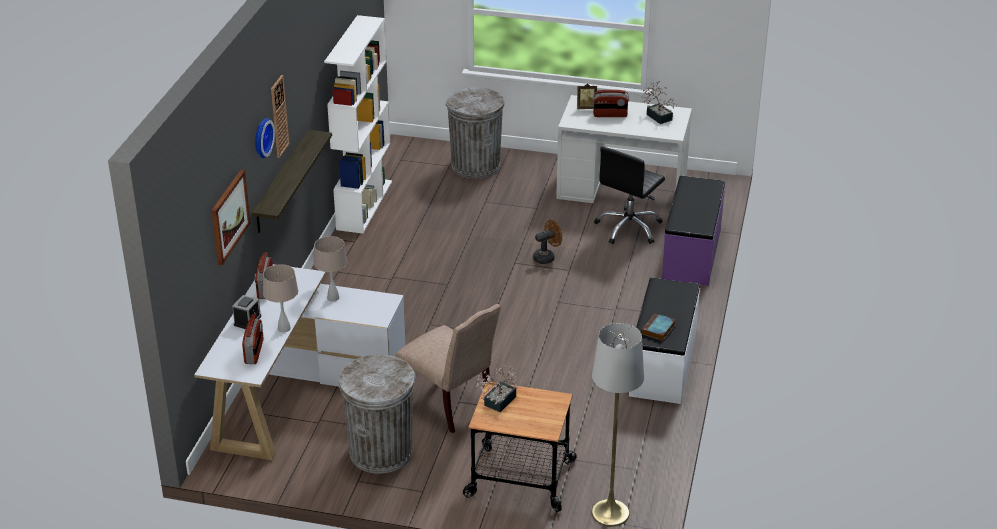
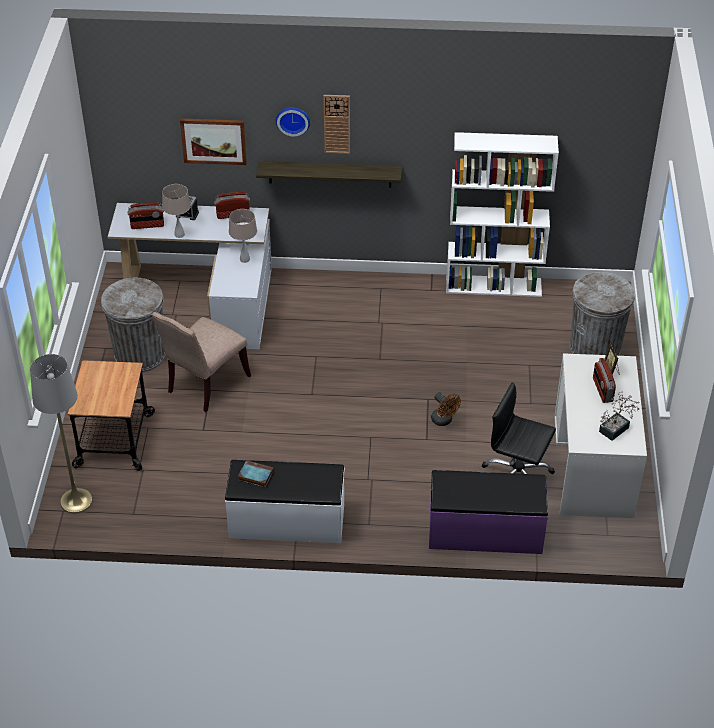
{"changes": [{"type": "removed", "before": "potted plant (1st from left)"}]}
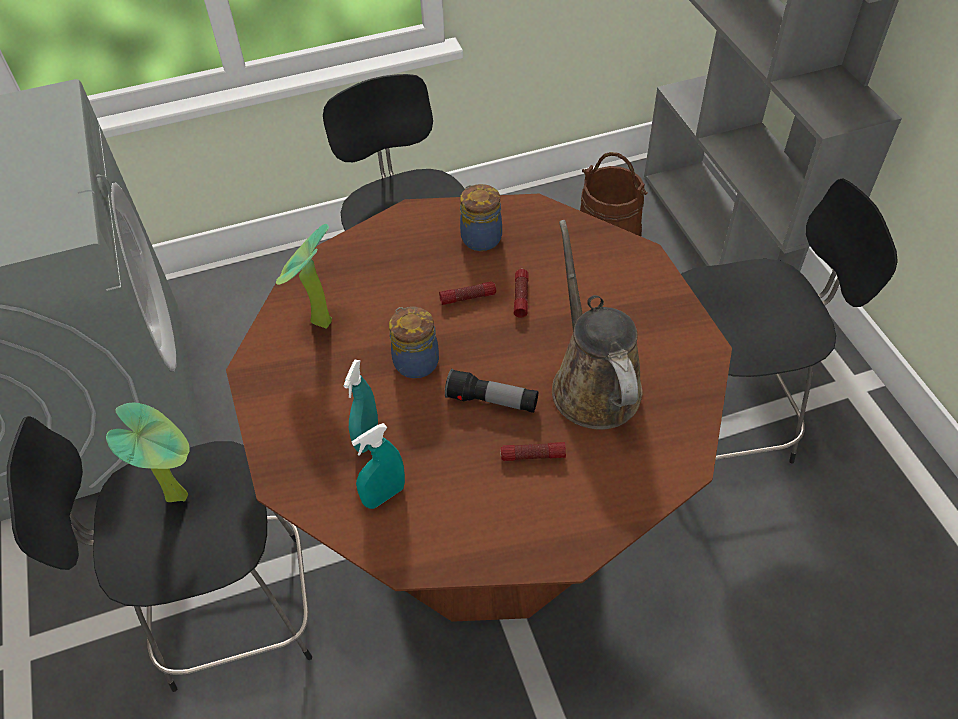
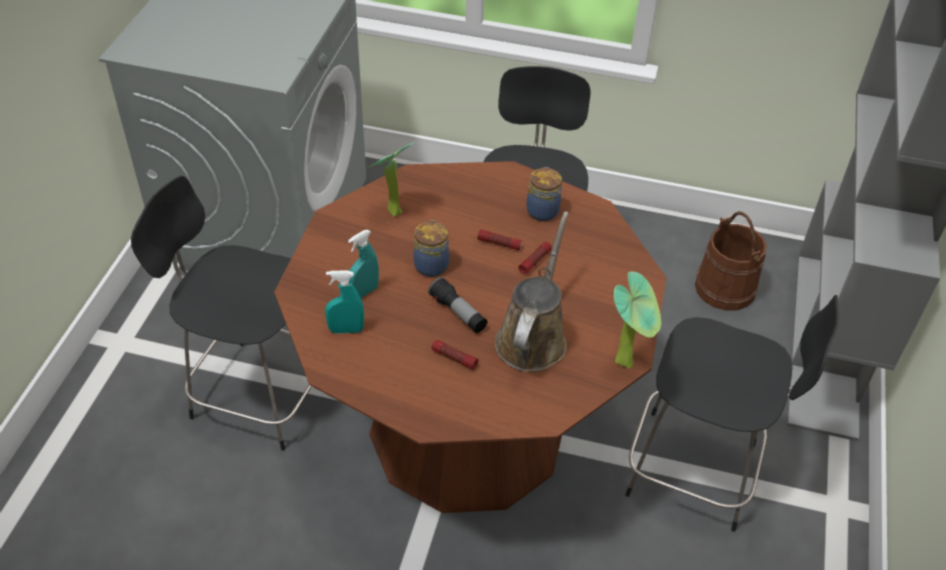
{"changes": [{"type": "moved", "before": "potted plant (1st from left in the first image)", "after": "potted plant (2nd from left)"}]}
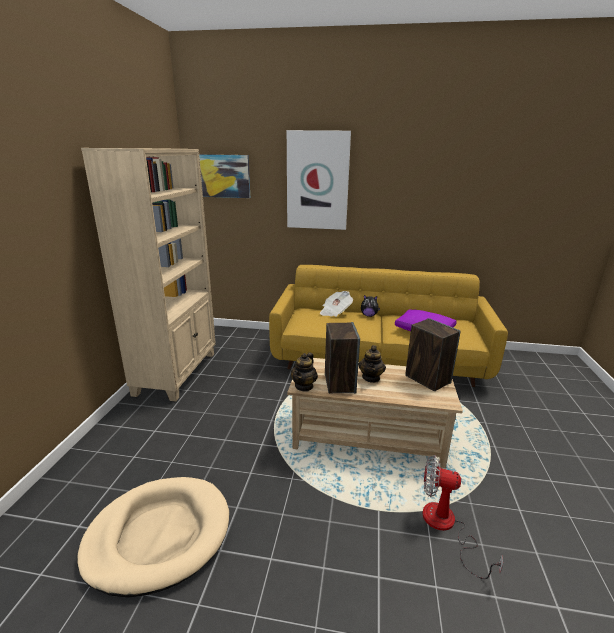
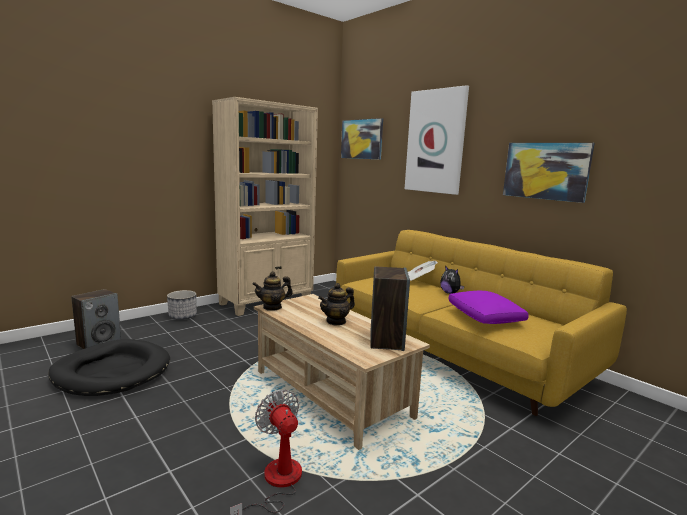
{"changes": [{"type": "recoloured", "before": "dog bed in beige", "after": "dog bed in black"}, {"type": "moved", "before": "speaker (1st from left)"}, {"type": "added", "after": "planter"}, {"type": "added", "after": "picture (3rd from left)"}]}
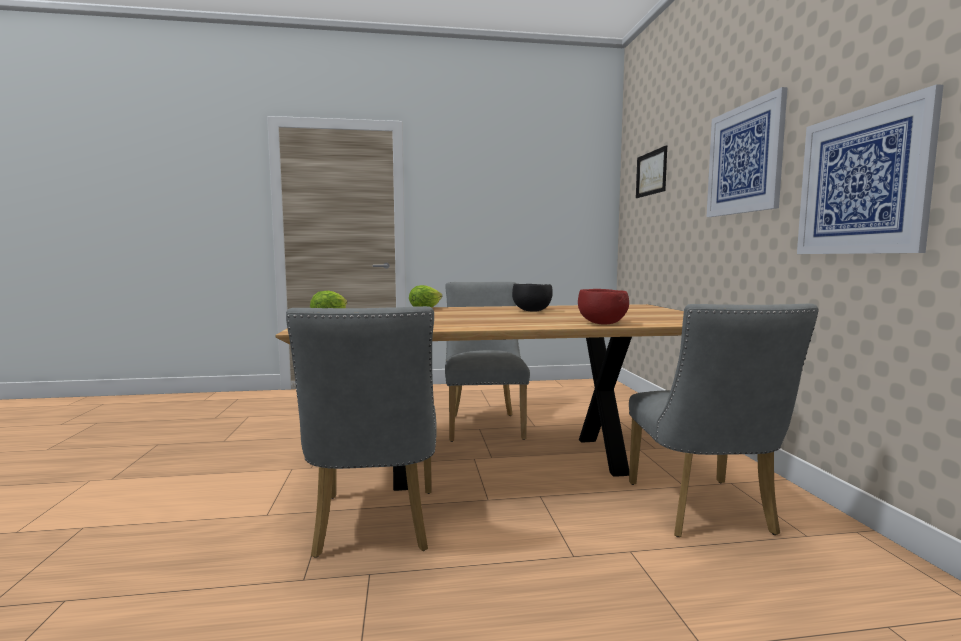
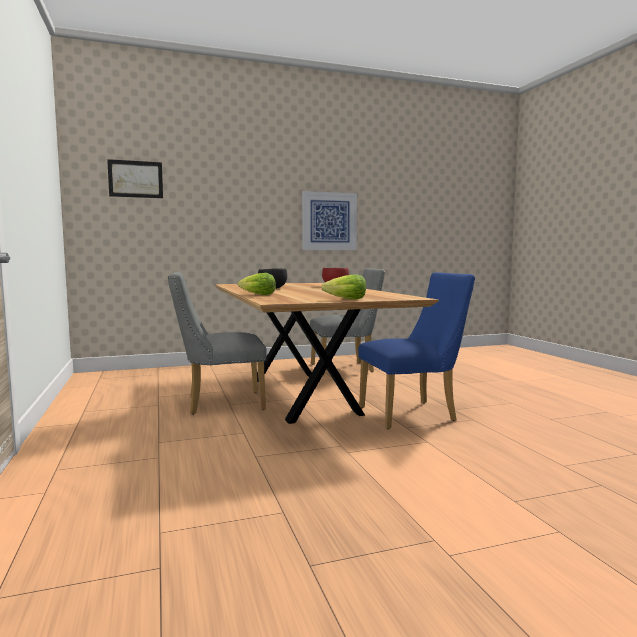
{"changes": [{"type": "recoloured", "before": "chair in grey (1st from left)", "after": "chair in blue"}, {"type": "removed", "before": "picture (2nd from left)"}]}
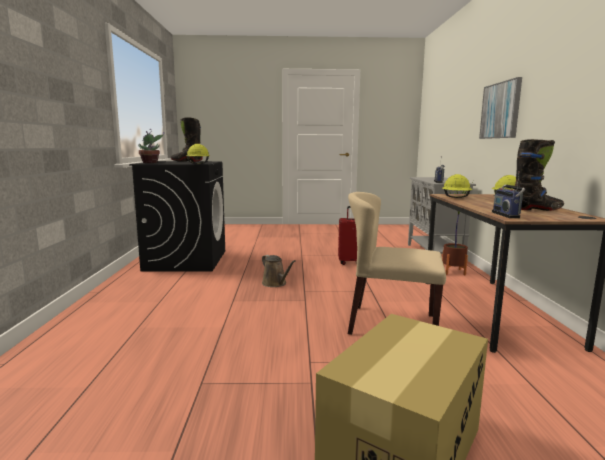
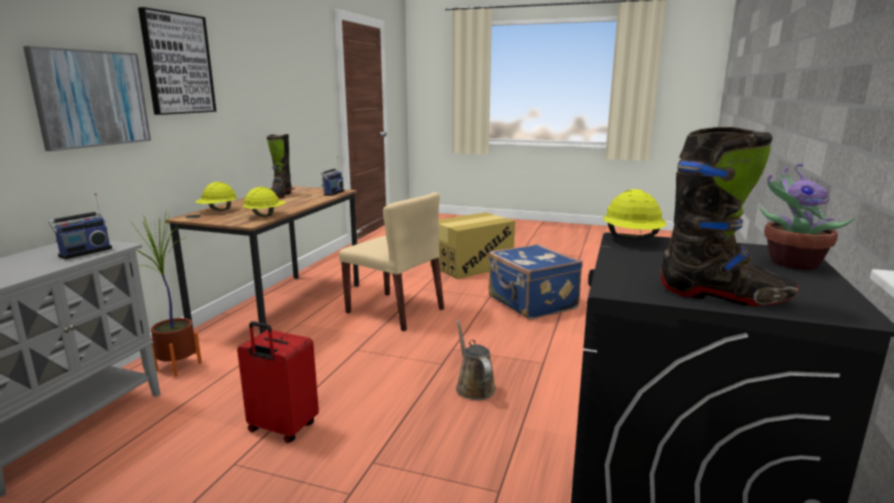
{"changes": [{"type": "added", "after": "picture (2nd from left)"}, {"type": "turned", "before": "boot in black (2nd from left in the first image)", "turn": -105}, {"type": "added", "after": "suitcase in blue"}]}
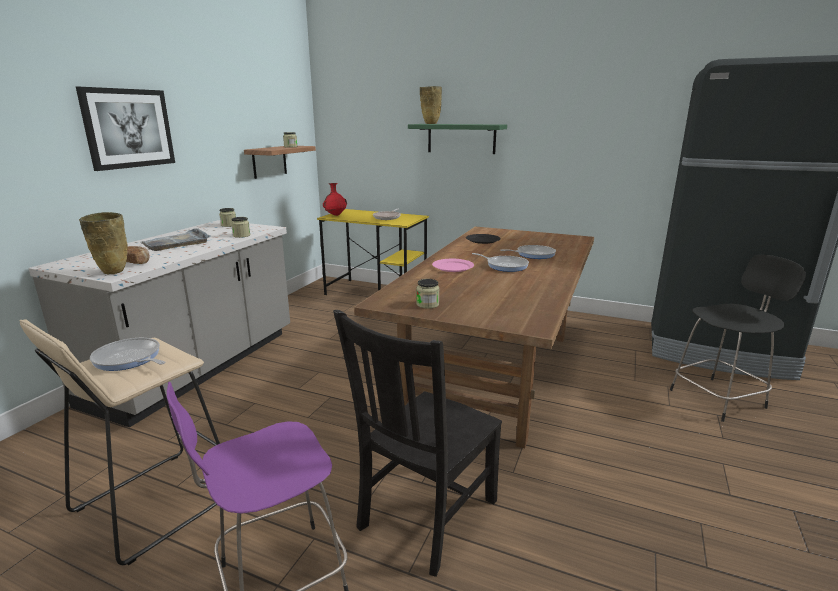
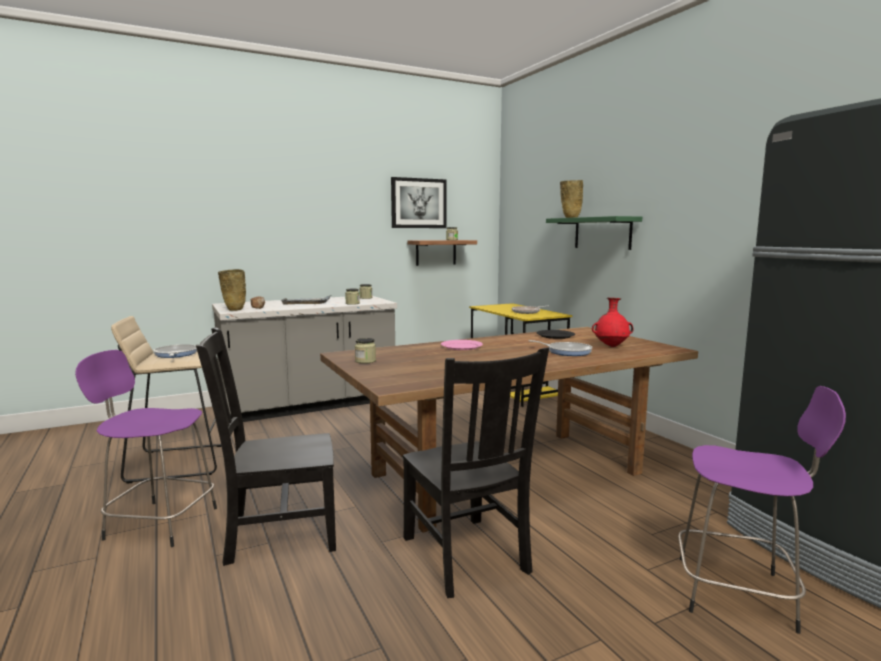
{"changes": [{"type": "moved", "before": "picture"}, {"type": "added", "after": "chair in black (2nd from left)"}, {"type": "moved", "before": "vase in red"}, {"type": "recoloured", "before": "stool in black", "after": "stool in purple (2nd from left)"}, {"type": "removed", "before": "frying pan (3rd from left)"}]}
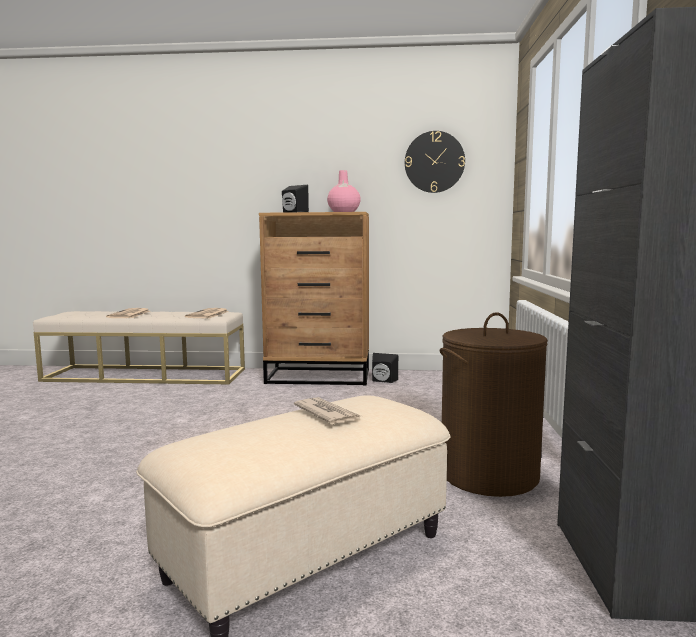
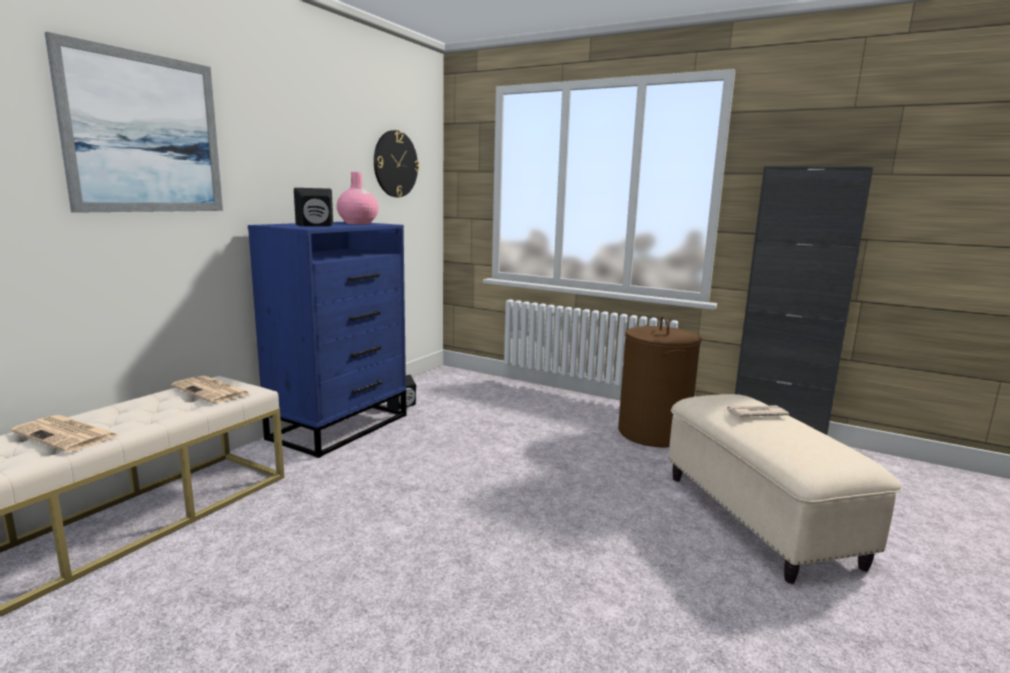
{"changes": [{"type": "added", "after": "picture"}, {"type": "recoloured", "before": "dresser in brown", "after": "dresser in blue"}]}
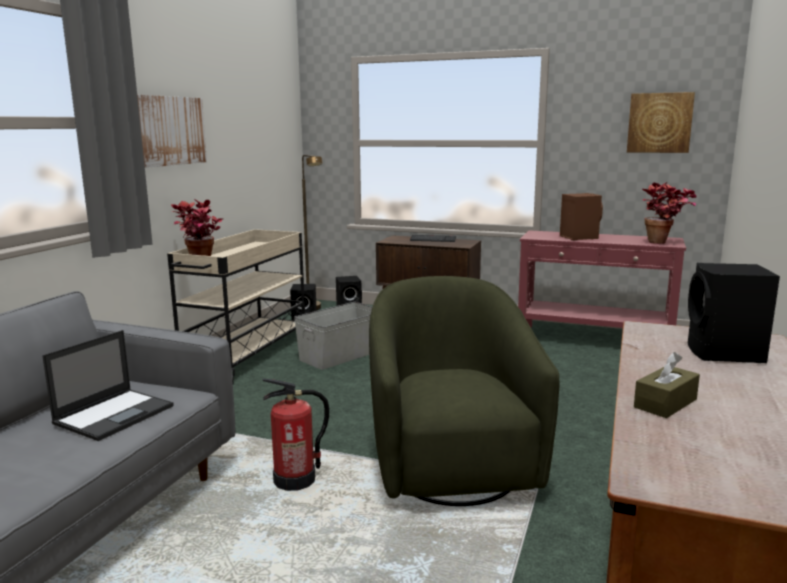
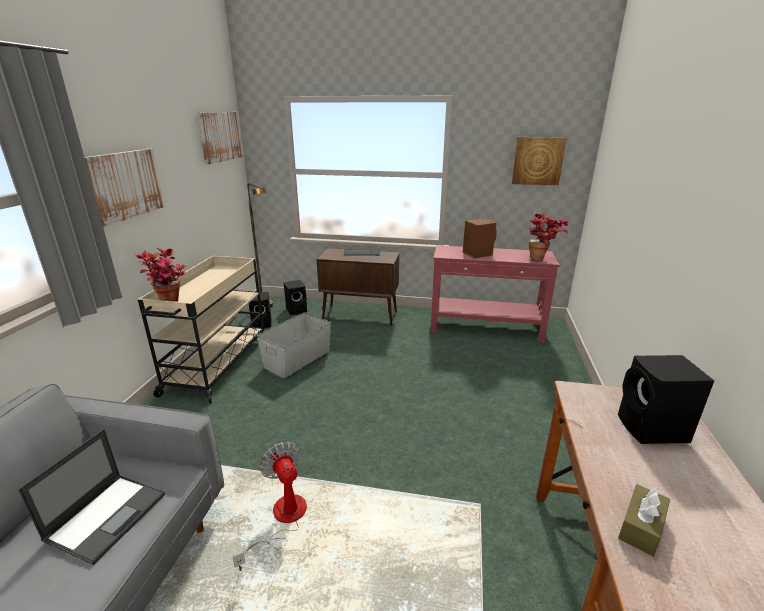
{"changes": [{"type": "added", "after": "picture (2nd from left)"}, {"type": "replaced", "before": "fire extinguisher", "after": "fan"}, {"type": "removed", "before": "armchair in green"}]}
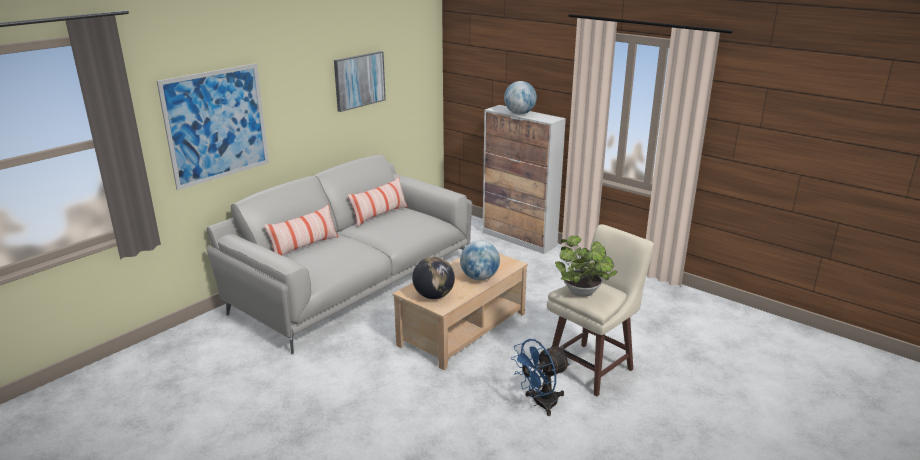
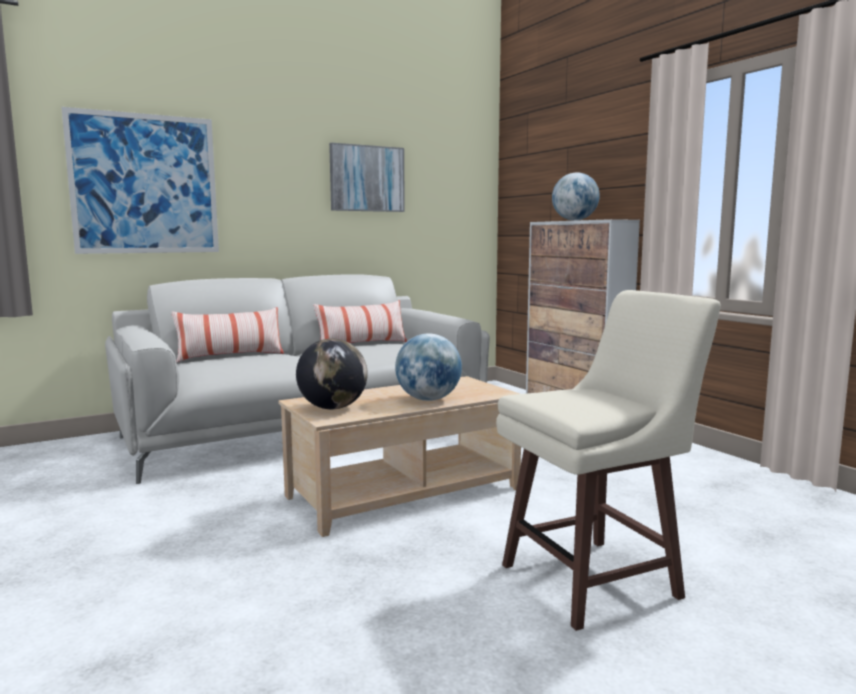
{"changes": [{"type": "removed", "before": "fan in blue"}, {"type": "removed", "before": "potted plant"}]}
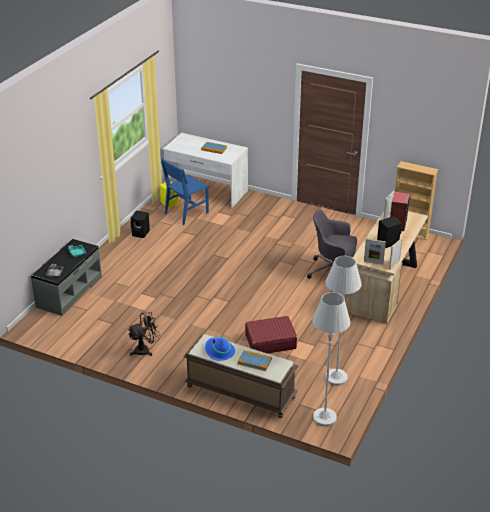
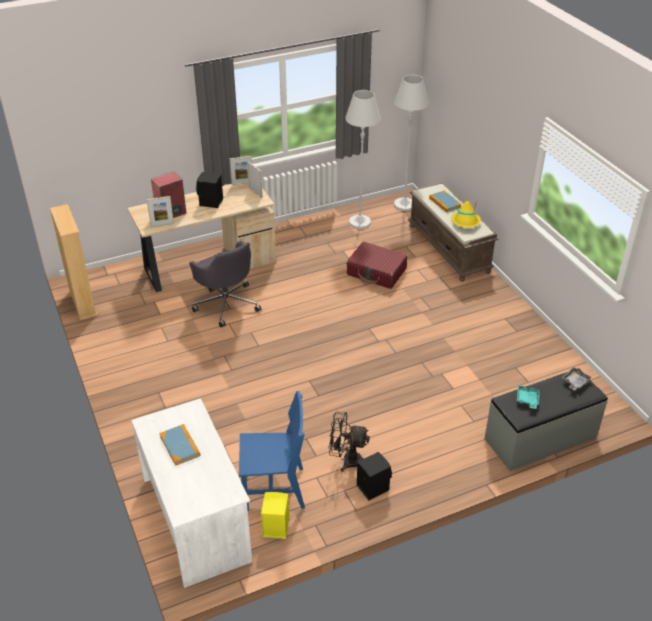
{"changes": [{"type": "moved", "before": "fan in black"}, {"type": "recoloured", "before": "hat in blue", "after": "hat in yellow"}]}
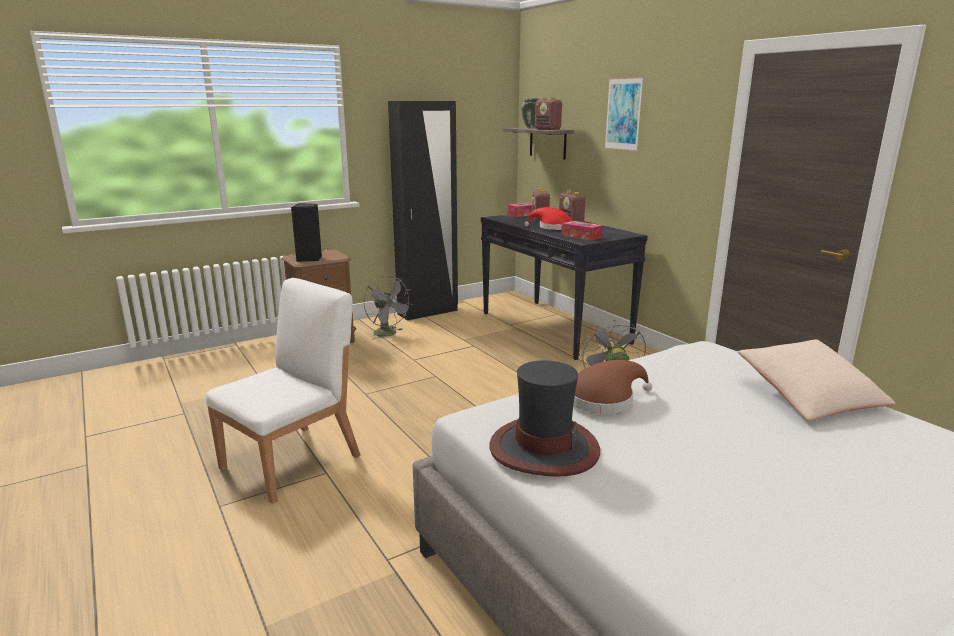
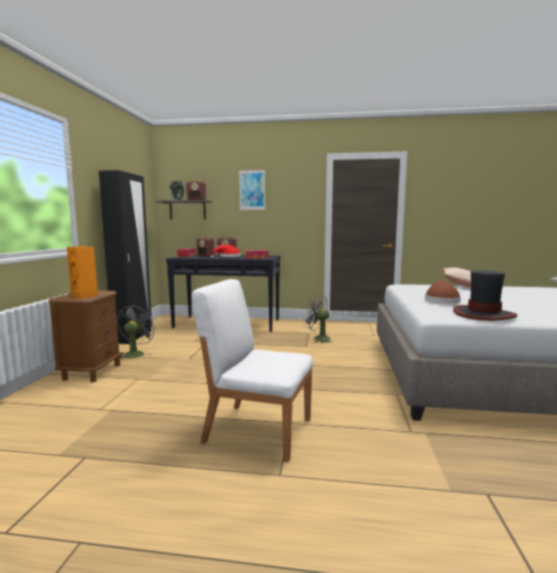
{"changes": [{"type": "recoloured", "before": "speaker in black", "after": "speaker in orange"}, {"type": "turned", "before": "fan in grey (1st from left)", "turn": -75}, {"type": "turned", "before": "chair in white", "turn": -60}]}
